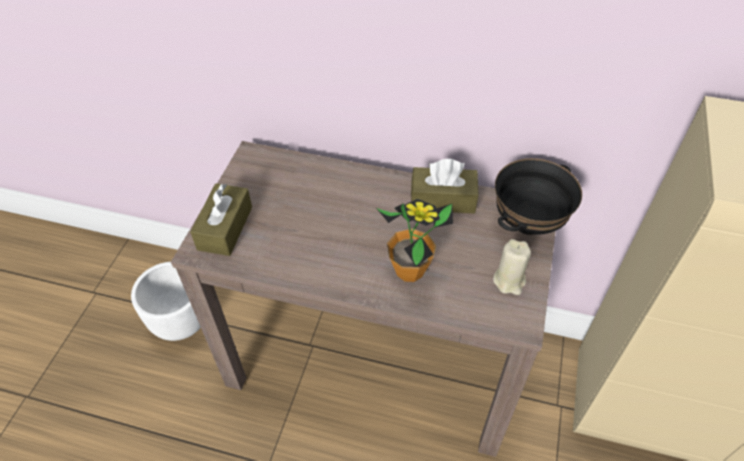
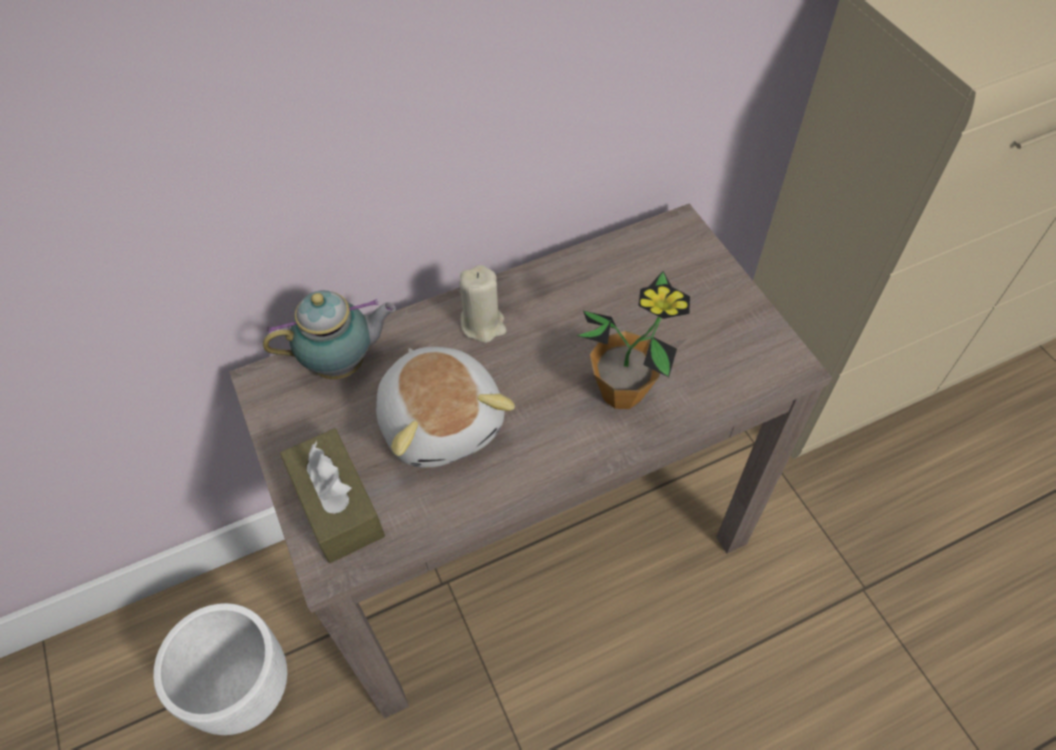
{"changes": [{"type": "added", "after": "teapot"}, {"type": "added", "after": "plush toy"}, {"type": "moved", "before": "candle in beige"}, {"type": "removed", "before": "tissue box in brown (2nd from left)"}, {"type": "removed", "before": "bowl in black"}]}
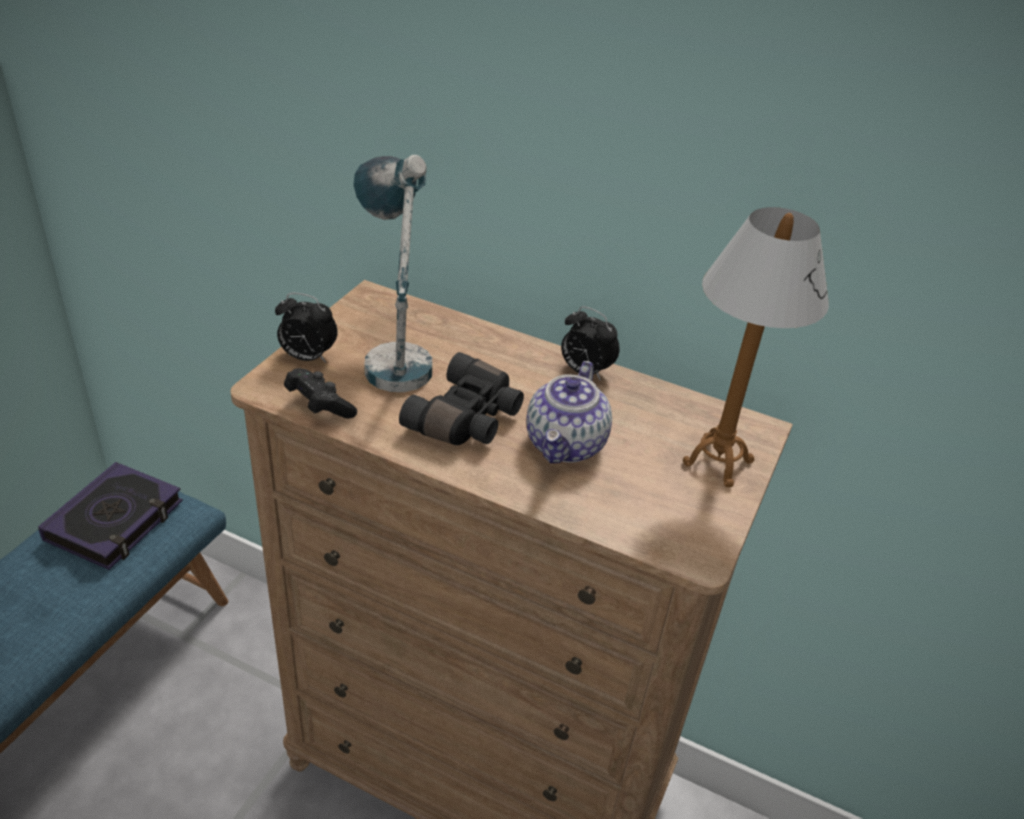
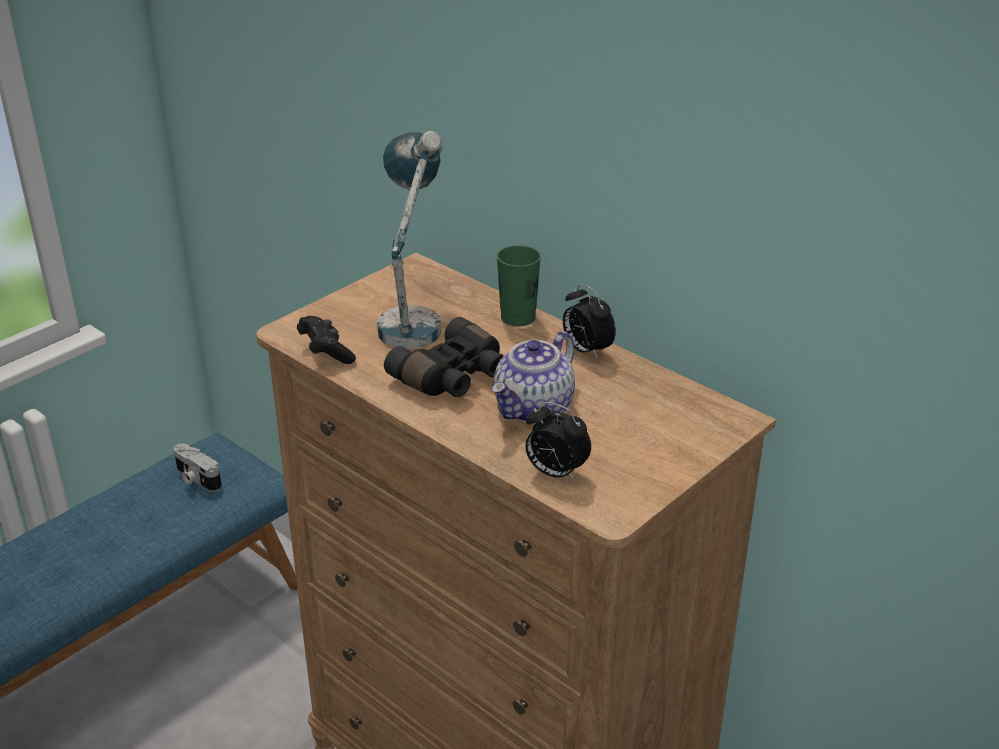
{"changes": [{"type": "replaced", "before": "book", "after": "photo camera"}, {"type": "added", "after": "cup in green"}, {"type": "moved", "before": "alarm clock (1st from left)"}, {"type": "removed", "before": "table lamp (2nd from left)"}]}
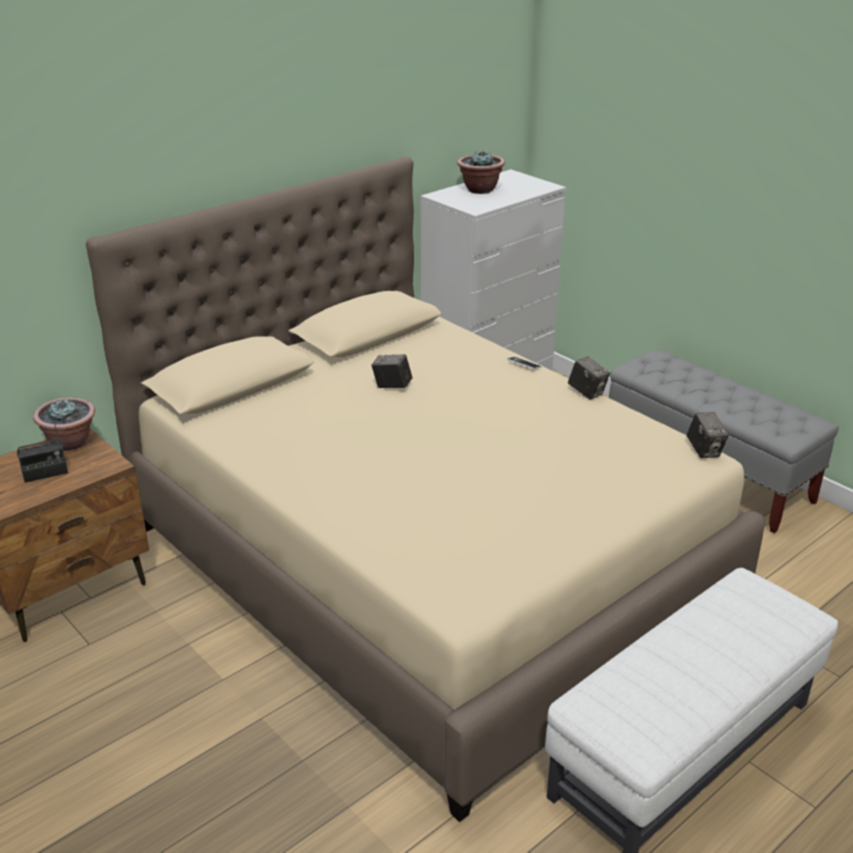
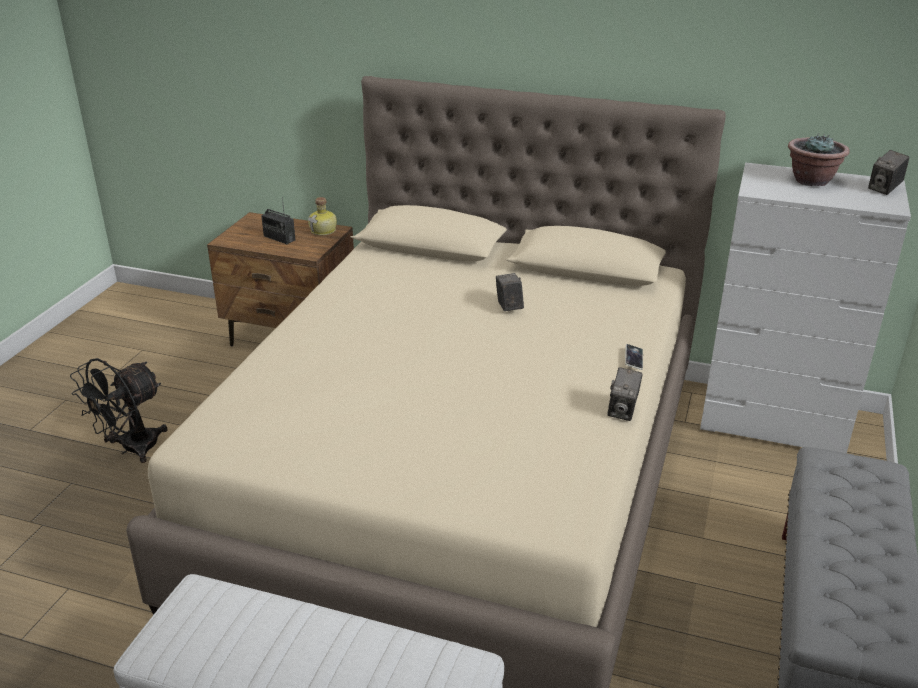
{"changes": [{"type": "added", "after": "fan in black"}, {"type": "replaced", "before": "potted plant (1st from left)", "after": "bottle"}, {"type": "moved", "before": "photo camera (3rd from left)"}]}
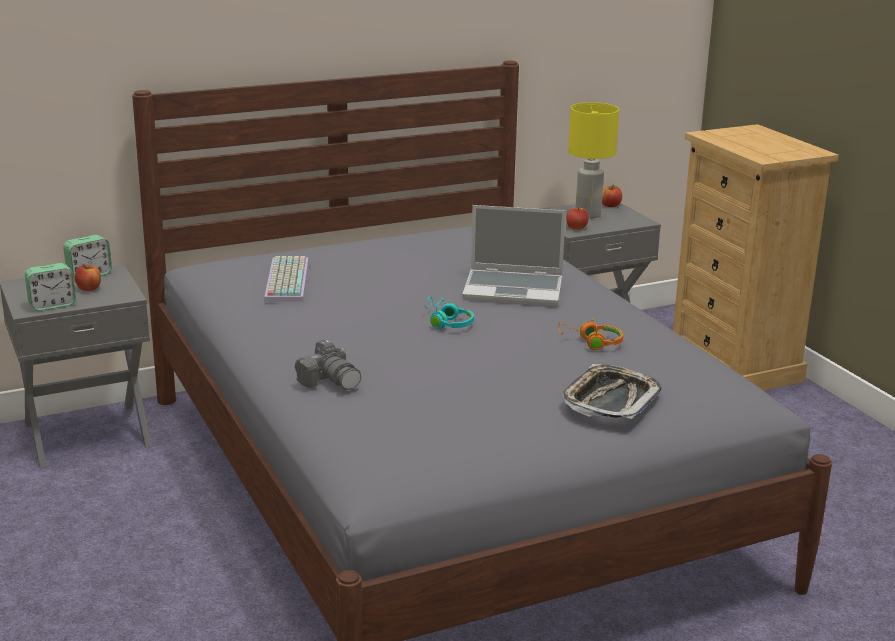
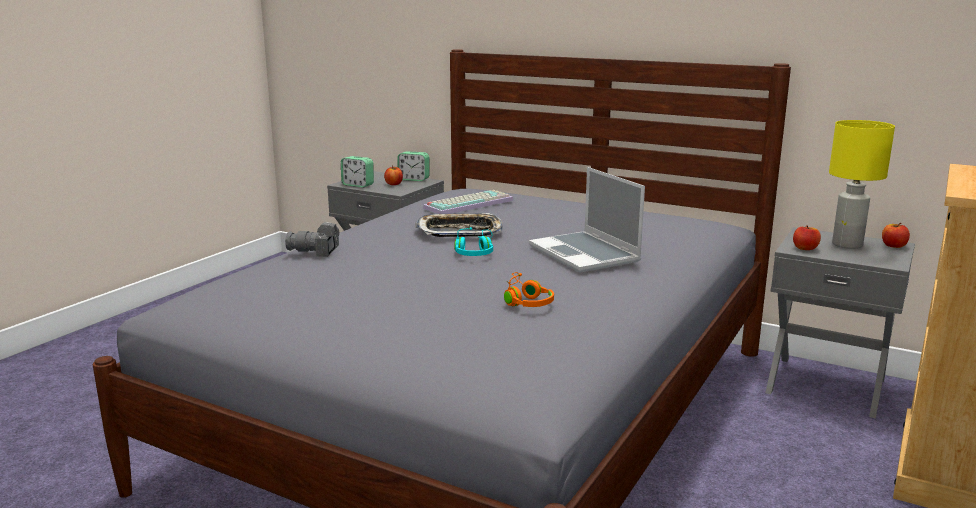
{"changes": [{"type": "turned", "before": "photo camera", "turn": 75}, {"type": "moved", "before": "tray"}]}
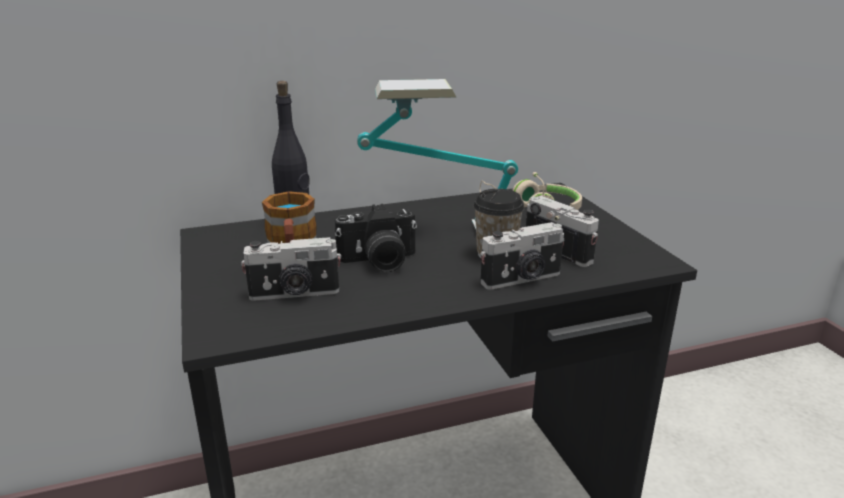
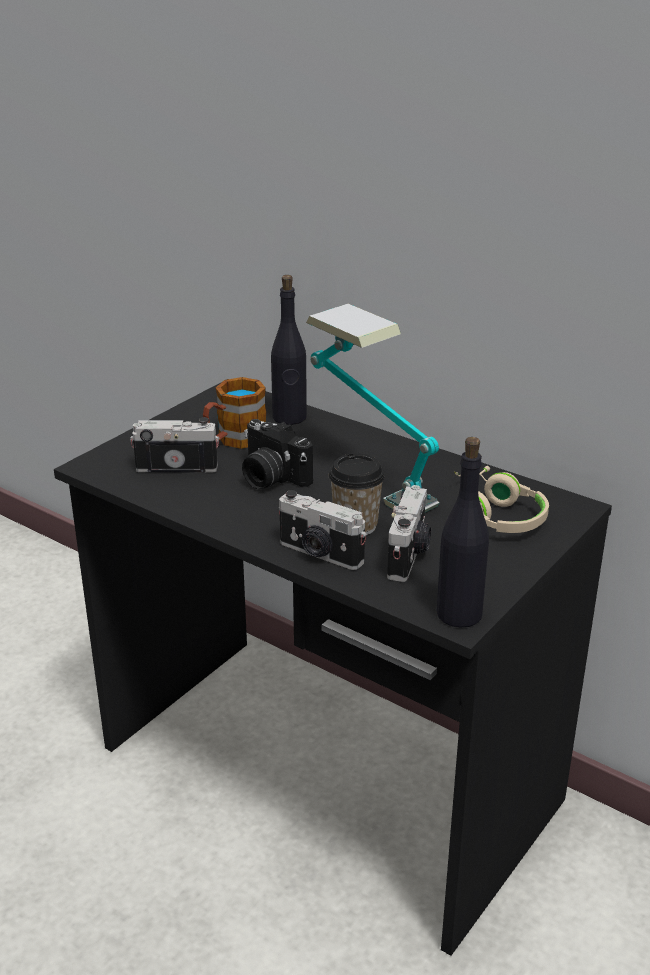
{"changes": [{"type": "turned", "before": "photo camera (1st from left)", "turn": 135}, {"type": "added", "after": "bottle in black (2nd from left)"}]}
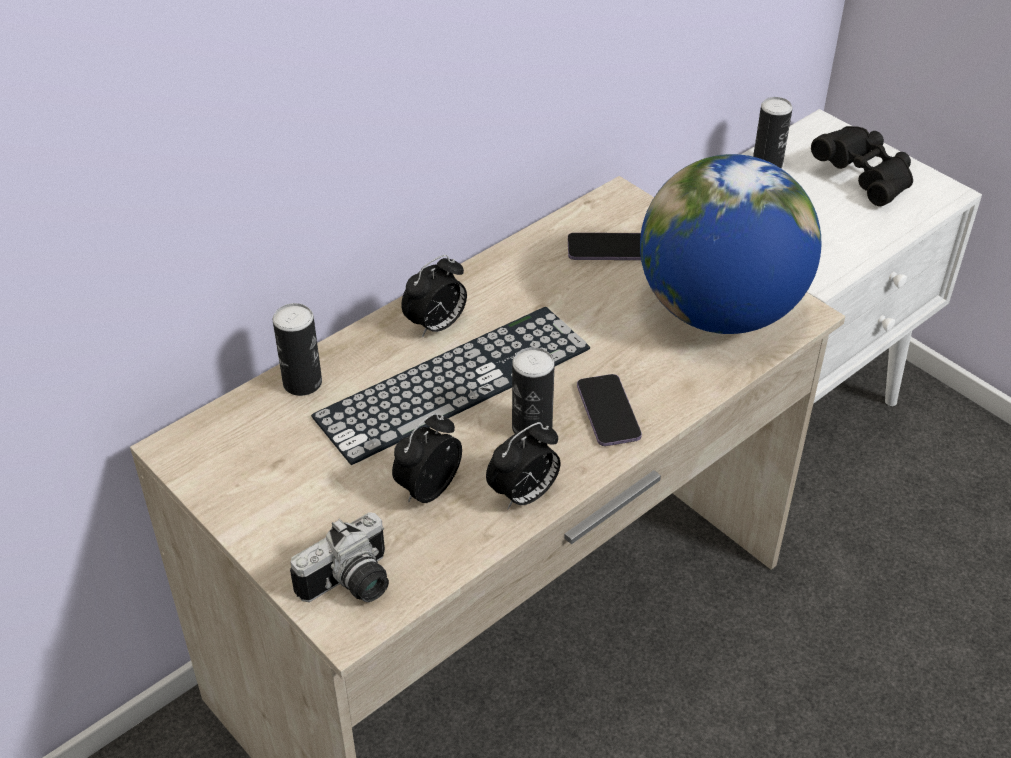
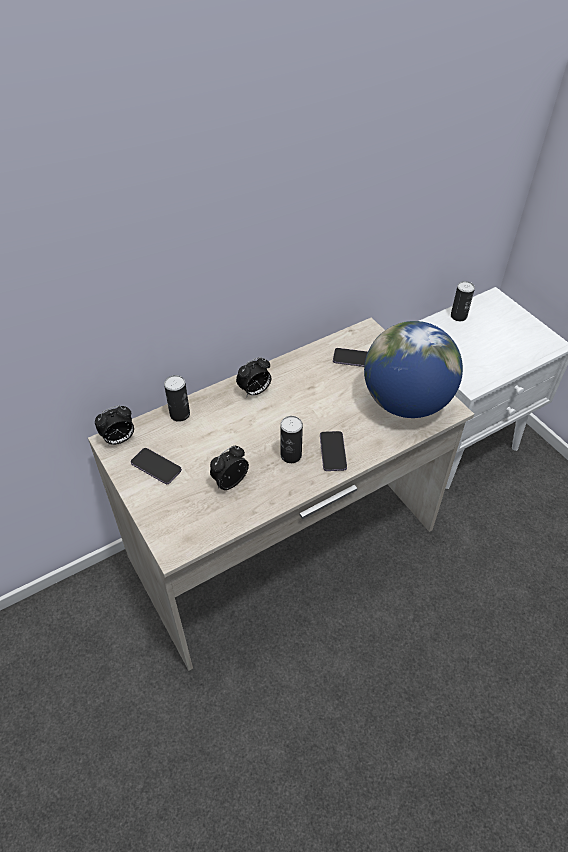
{"changes": [{"type": "moved", "before": "alarm clock (3rd from left in the first image)", "after": "alarm clock (1st from left)"}, {"type": "added", "after": "phone (1st from left)"}, {"type": "removed", "before": "photo camera"}, {"type": "removed", "before": "keyboard"}, {"type": "removed", "before": "binoculars in black"}]}
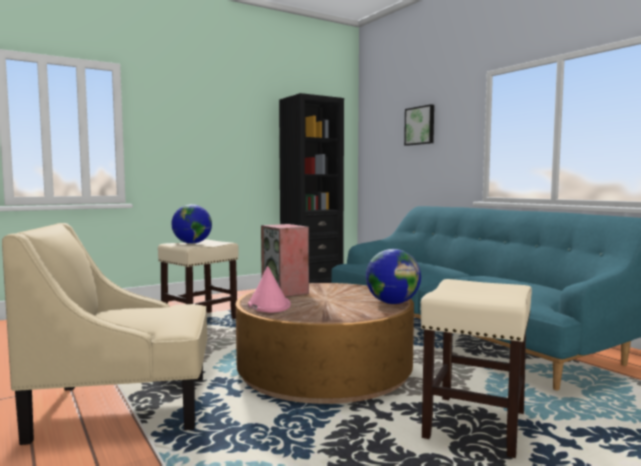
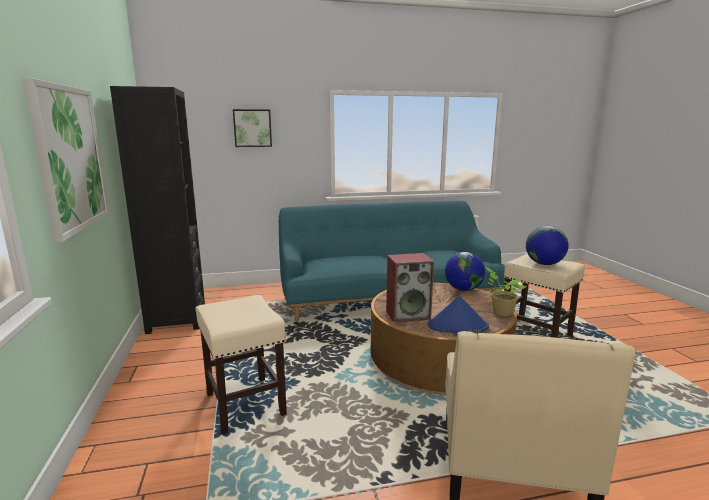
{"changes": [{"type": "added", "after": "picture (1st from left)"}, {"type": "recoloured", "before": "hat in pink", "after": "hat in blue"}, {"type": "added", "after": "potted plant"}, {"type": "moved", "before": "globe (1st from left in the first image)", "after": "globe (2nd from left)"}]}
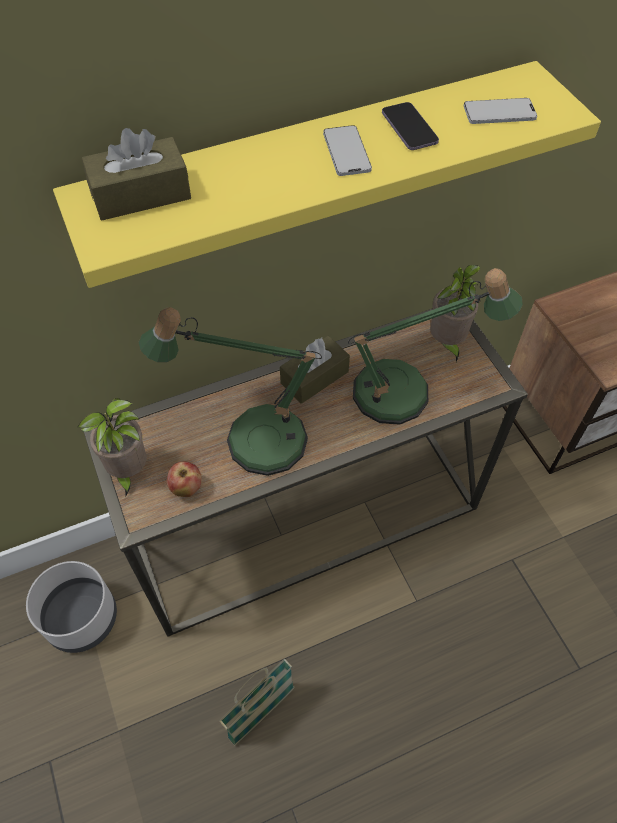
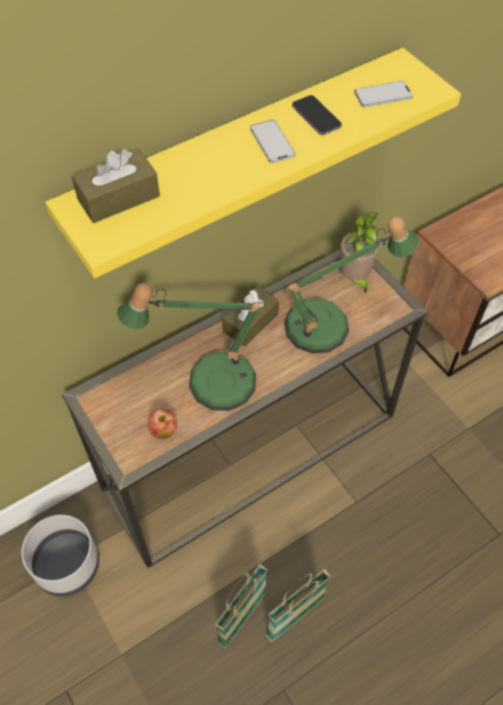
{"changes": [{"type": "added", "after": "basket (2nd from left)"}, {"type": "removed", "before": "potted plant (1st from left)"}]}
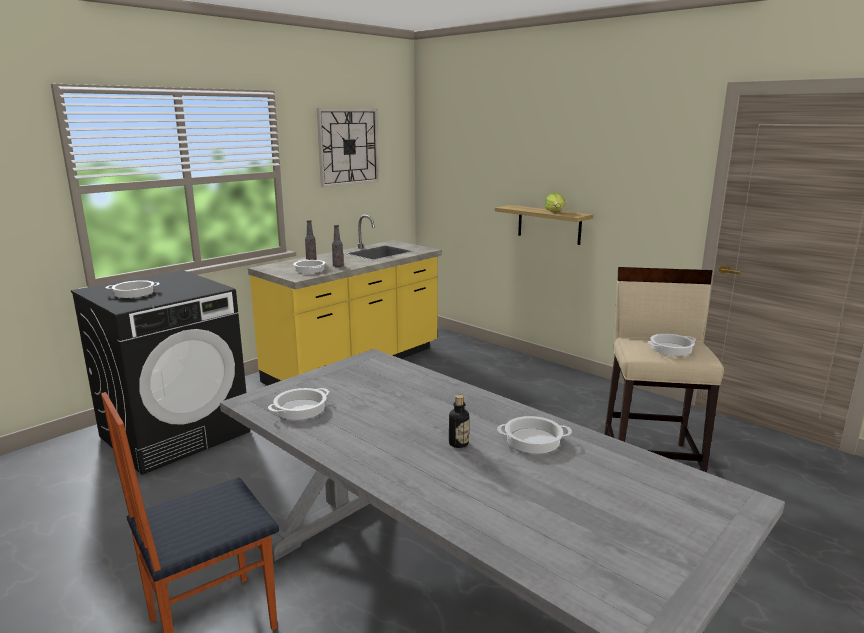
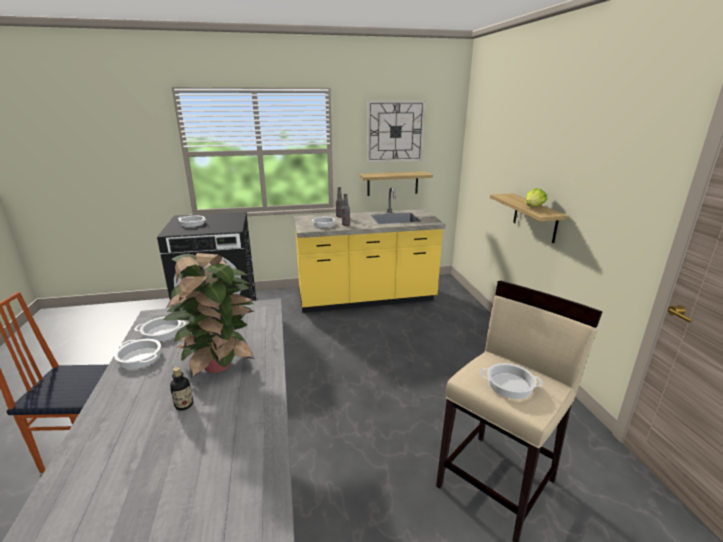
{"changes": [{"type": "moved", "before": "cooking pot (4th from left in the first image)", "after": "cooking pot (1st from left)"}, {"type": "added", "after": "potted plant"}, {"type": "added", "after": "shelf (1st from left)"}]}
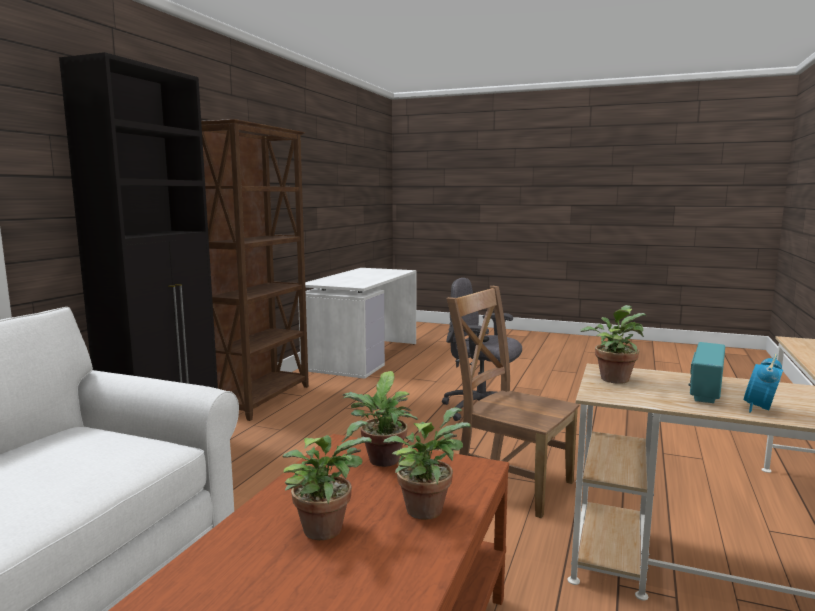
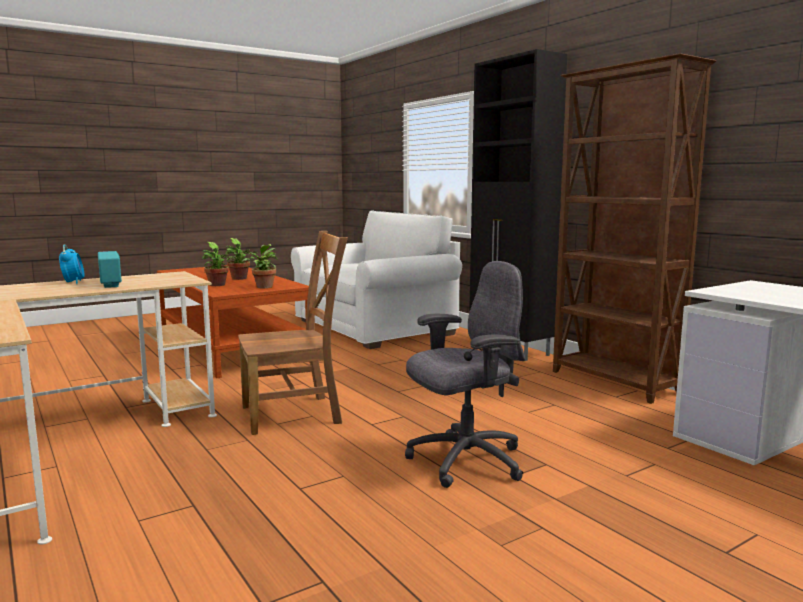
{"changes": [{"type": "removed", "before": "potted plant (4th from left)"}]}
